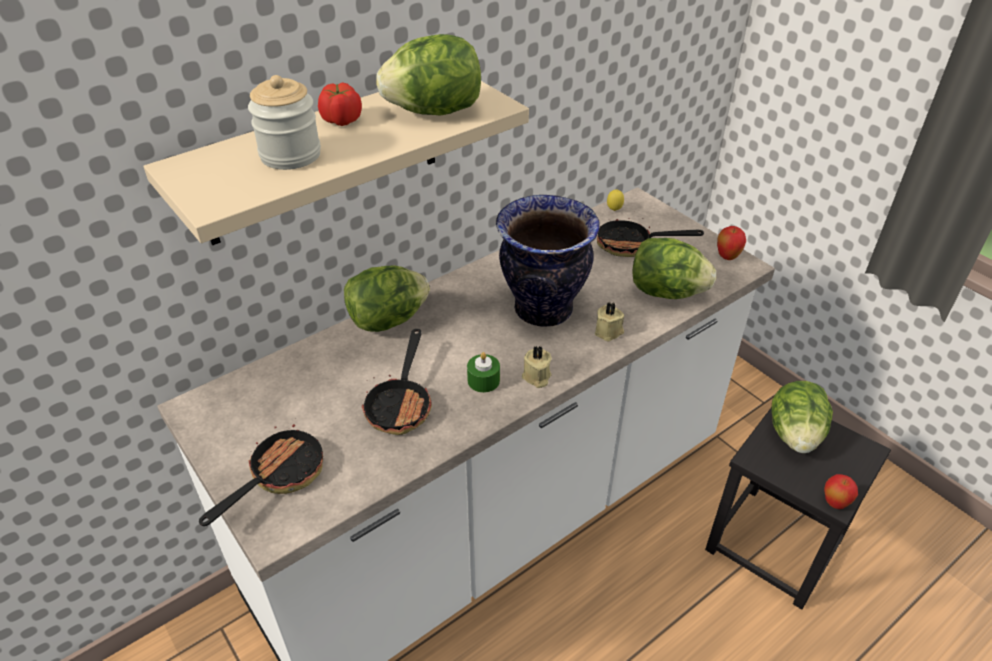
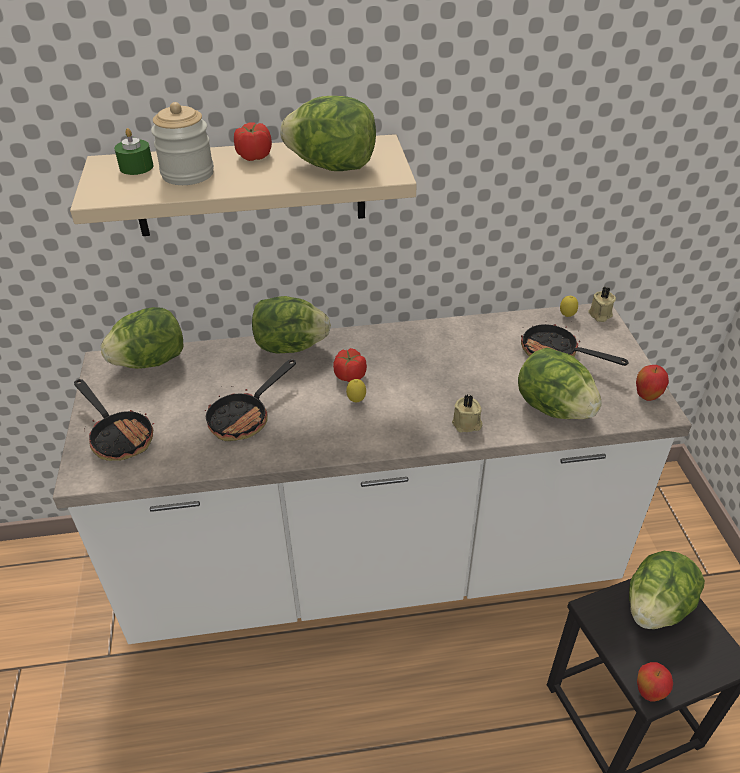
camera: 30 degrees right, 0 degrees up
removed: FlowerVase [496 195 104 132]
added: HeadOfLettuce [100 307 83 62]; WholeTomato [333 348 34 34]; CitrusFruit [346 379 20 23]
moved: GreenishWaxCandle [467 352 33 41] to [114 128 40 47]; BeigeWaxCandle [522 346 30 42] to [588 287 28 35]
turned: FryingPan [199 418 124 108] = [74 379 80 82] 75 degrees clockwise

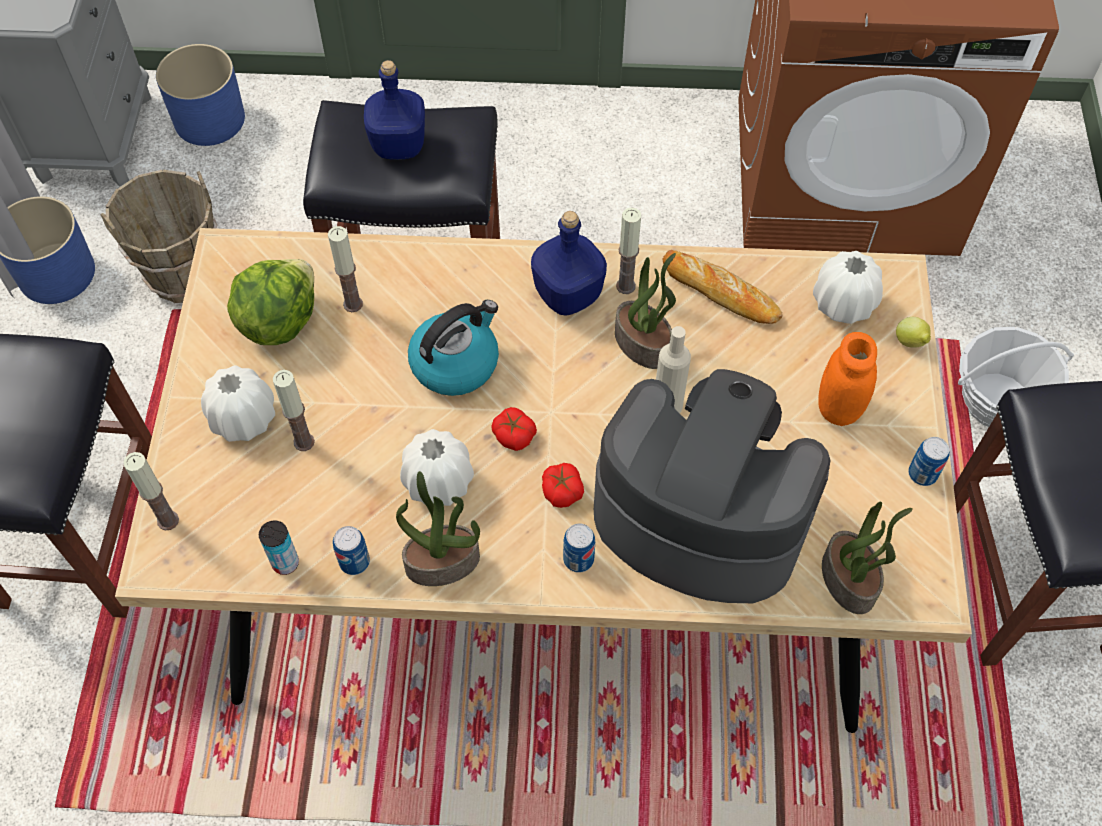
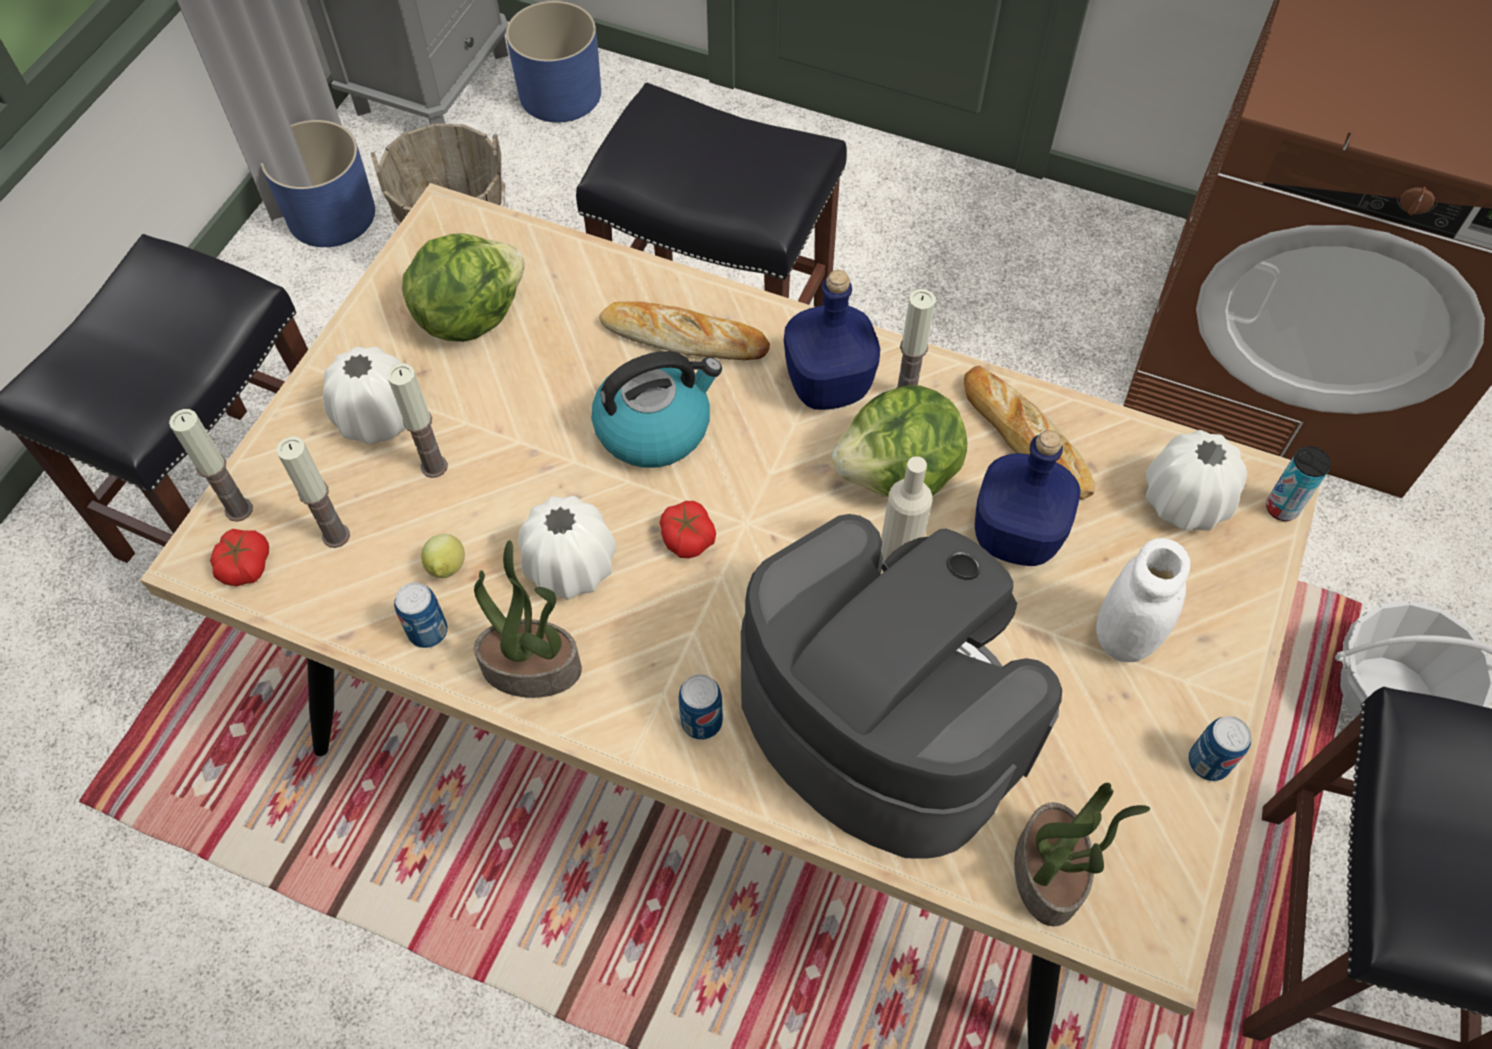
camera: 20 degrees right, 0 degrees up
added: BakedBread [599 302 171 58]
moved: MetalCan [259 520 40 55] to [1266 446 65 75]; WaxCandle [328 226 35 86] to [276 436 74 112]; BlueDrinkBottle [364 60 61 100] to [975 430 106 136]; WholeTomato [542 463 42 45] to [210 529 59 57]; CitrusFruit [896 317 35 31] to [421 534 44 44]
replaced: PlantInAPot [615 253 61 116] to HeadOfLettuce [832 385 136 112]
recoloured: OrangeStorageJar [818 332 59 94] to WhiteColouredStorageJar [1096 538 94 124]

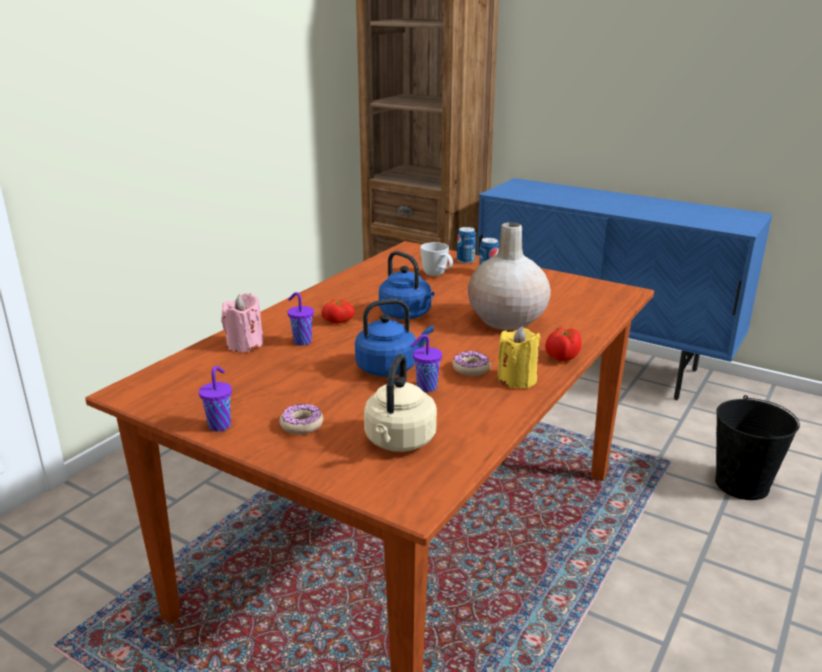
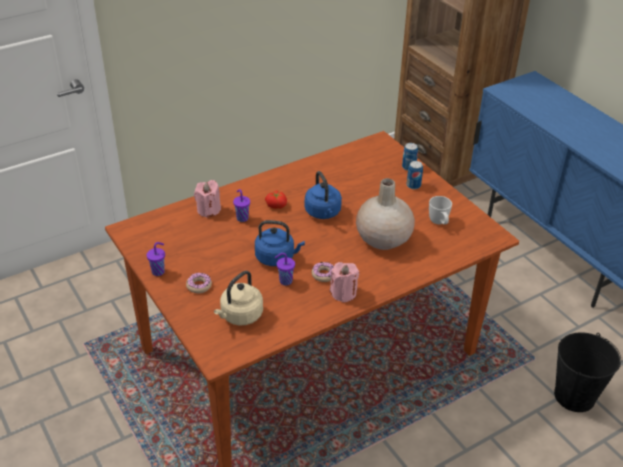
camera: 25 degrees right, 15 degrees up
removed: WholeTomato [545 327 37 34]
moved: WhiteColouredCoffeeMug [420 242 33 34] to [429 196 23 28]
recoloured: YellowColouredWaxCandle [497 326 44 62] to PinkColouredWaxCandle [330 262 29 41]

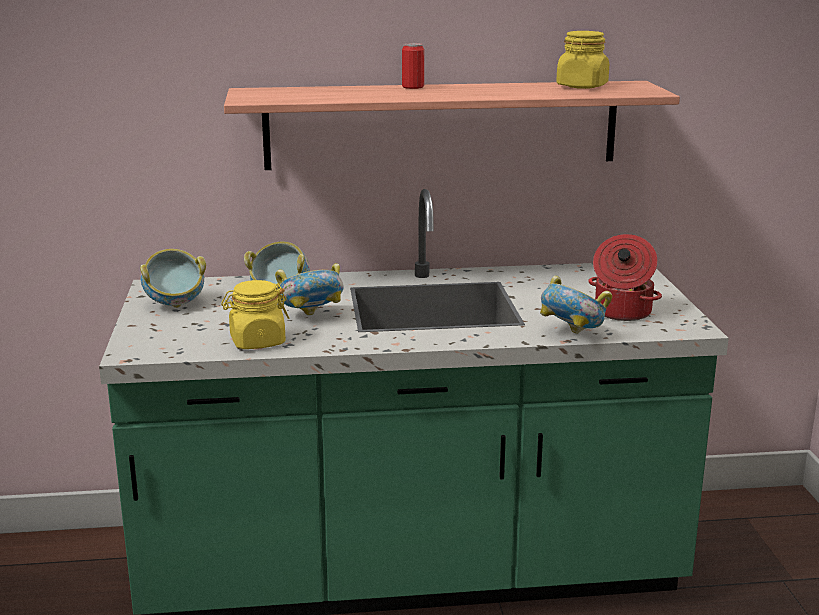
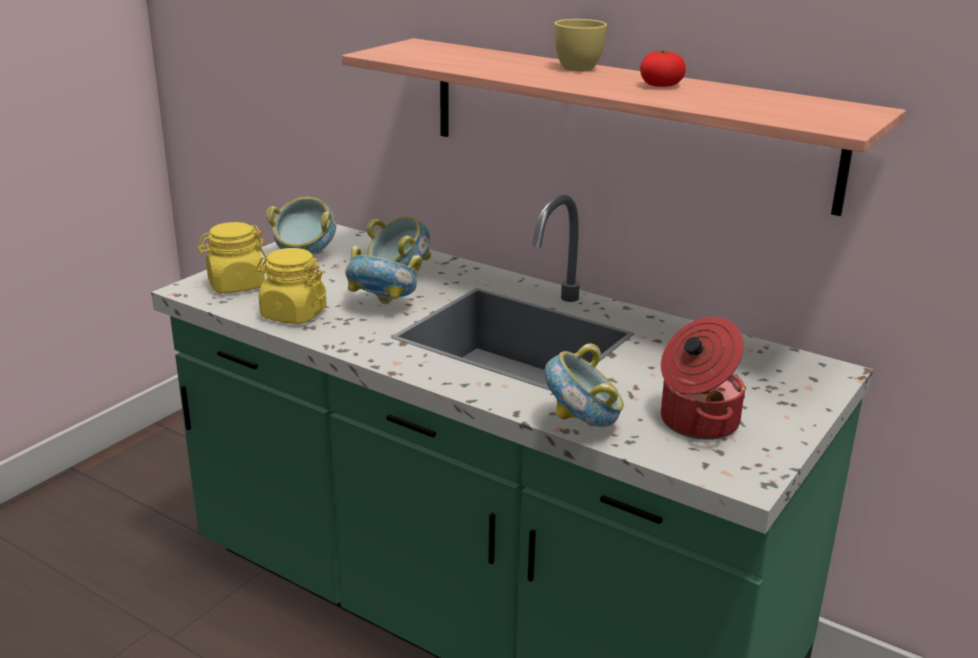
camera: 40 degrees right, 5 degrees up
added: WholeTomato [640 51 46 36]
moved: YellowColouredStorageJar [556 31 53 58] to [197 222 69 71]
replaced: MetalCan [402 43 22 46] to YellowColouredCup [554 19 53 52]

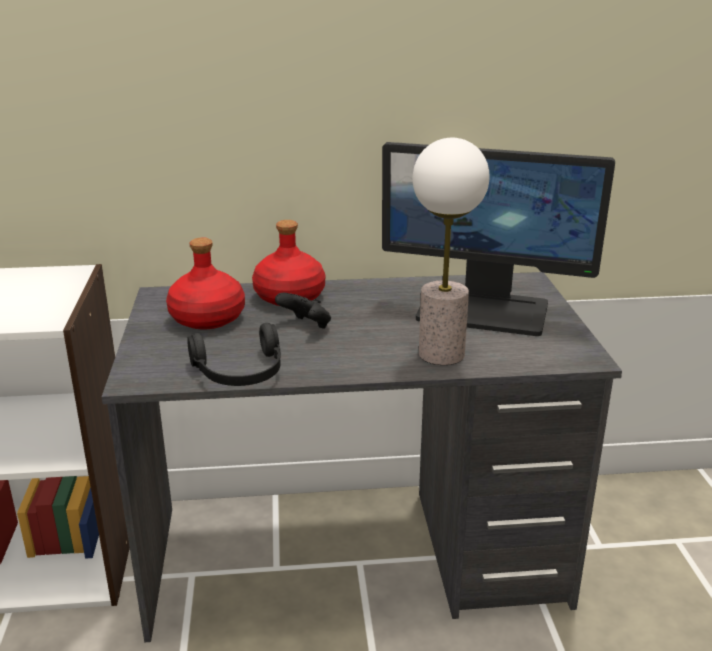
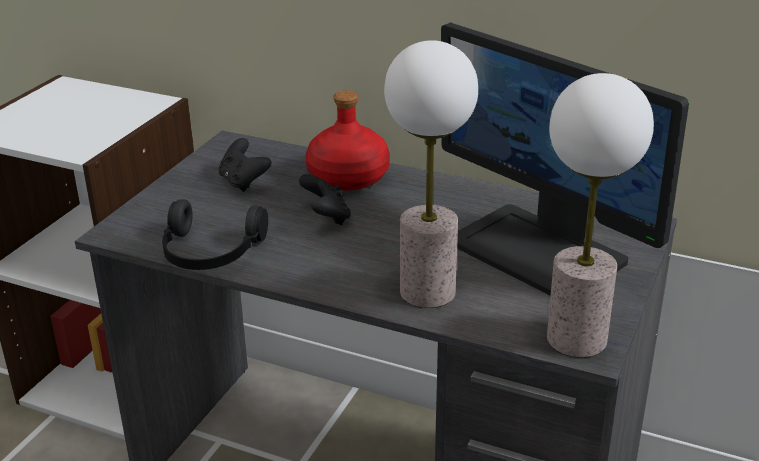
camera: 30 degrees right, 5 degrees up
added: LampForATable [547 73 107 285]
replaced: RedDrinkBottle [166 237 79 92] to BlackishGamepad [219 138 52 54]

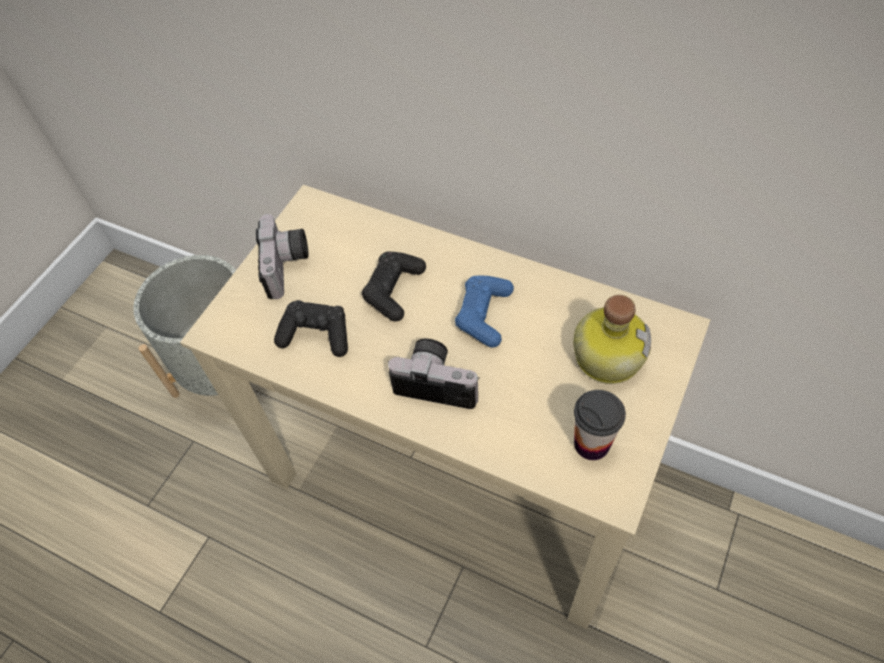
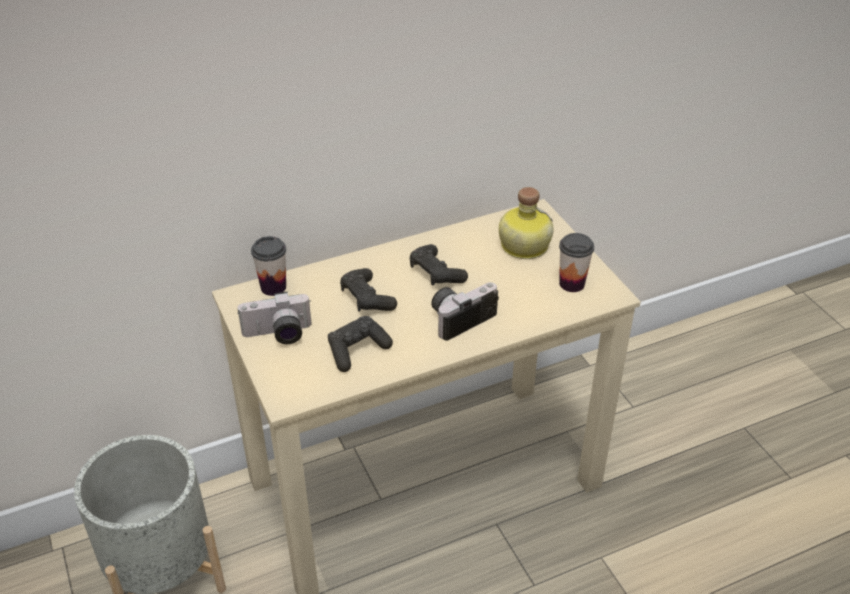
camera: 55 degrees left, 15 degrees down
added: Cup [251 236 35 60]
recoloured: BlueGamepad [455 276 59 72] to BlackishGamepad [410 244 58 42]
turned: StillCamera [256 214 52 85] = [237 292 74 52] 135 degrees clockwise

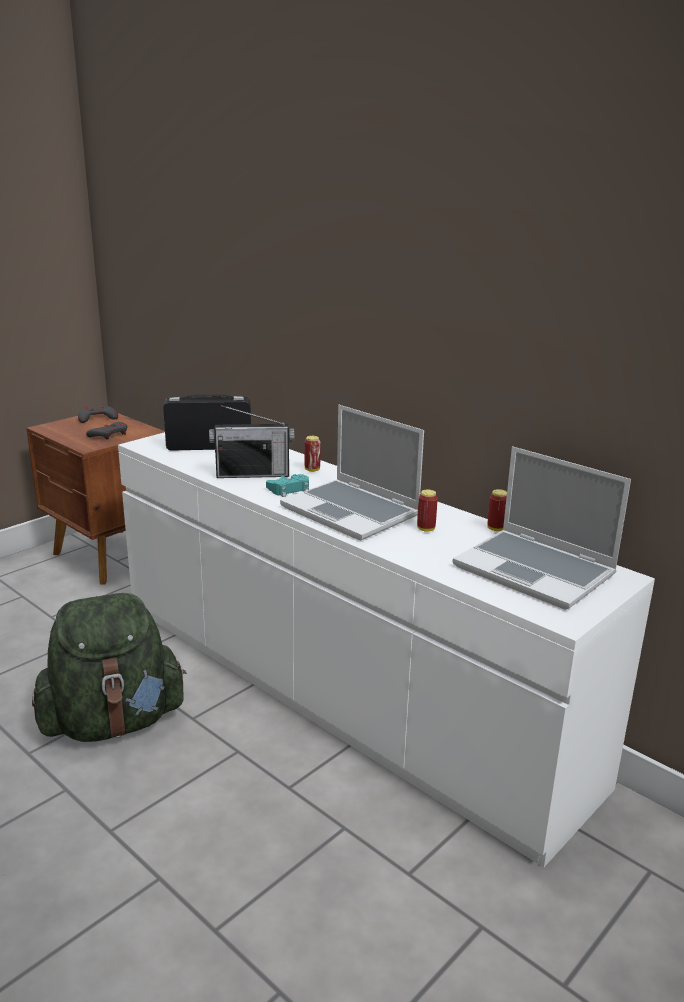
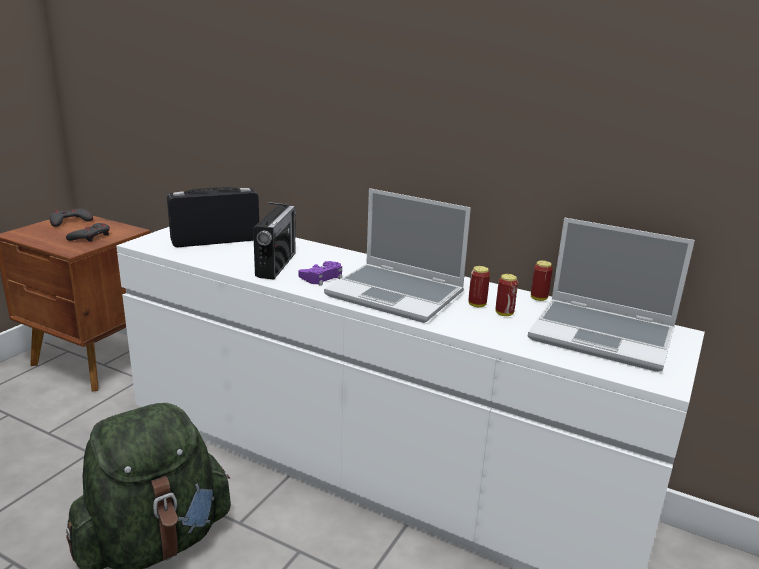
camera: 15 degrees left, 0 degrees up
moved: MetalCan [305 436 16 36] to [495 274 23 42]
recoloured: TurquoiseGamepad [266 474 43 23] to PurpleGamepad [299 261 43 25]
turned: RadioSet [209 405 85 73] = [253 202 43 78] 60 degrees counterclockwise

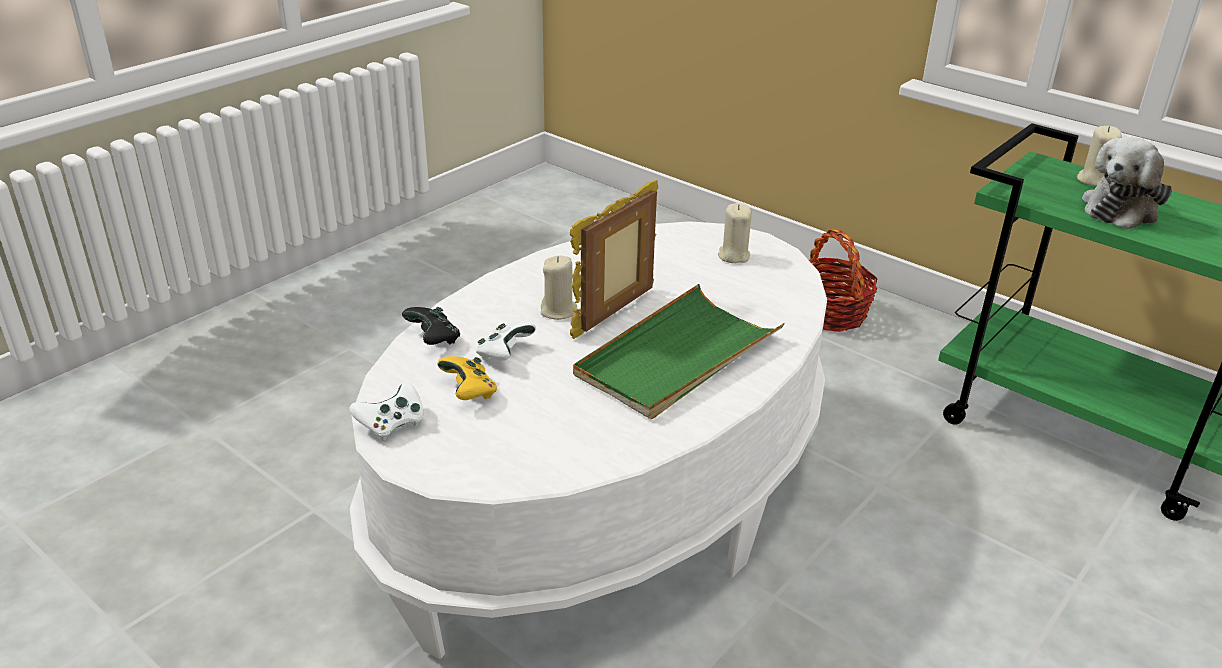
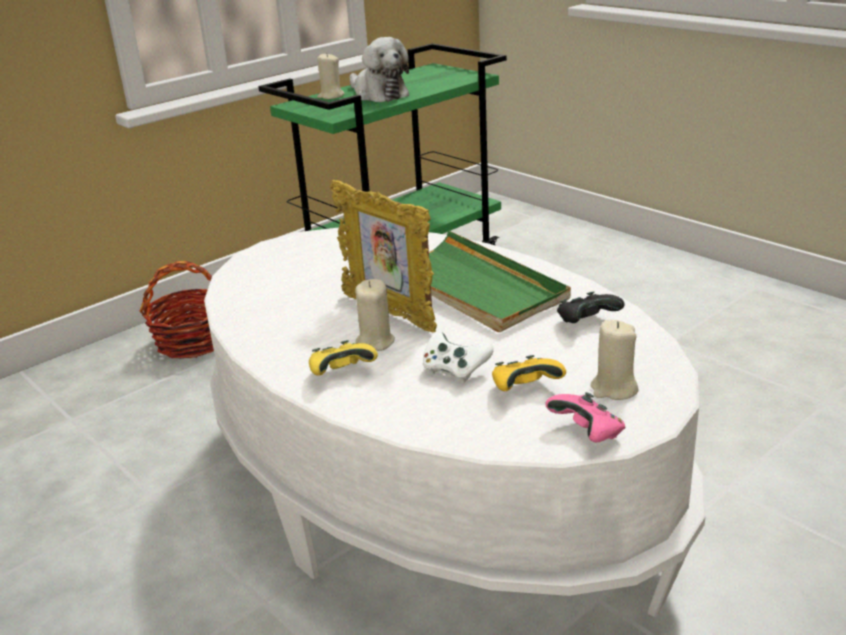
camera: 80 degrees left, 5 degrees down
added: YellowColouredGamepad [309 340 69 36]
moved: BlackishGamepad [402 307 58 38] to [557 291 68 32]; BeigeWaxCandle [718 203 34 60] to [590 320 48 80]
recoloured: WhiteColouredGamepad [349 382 75 59] to PinkColouredGamepad [545 392 80 50]

